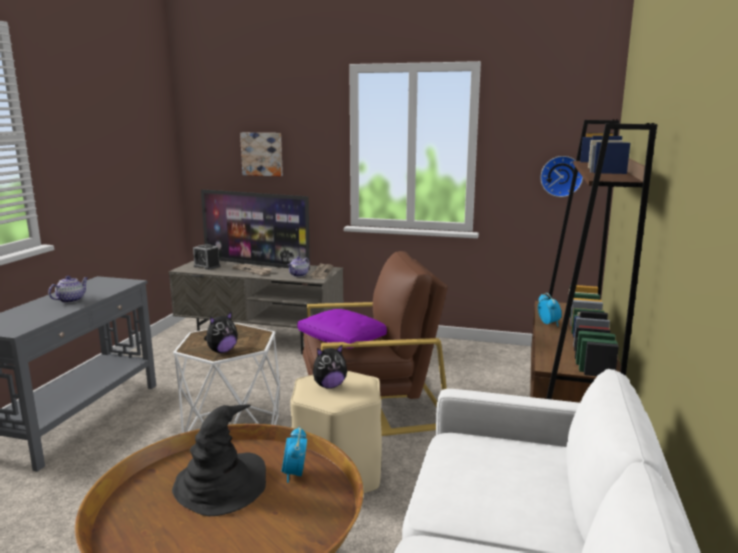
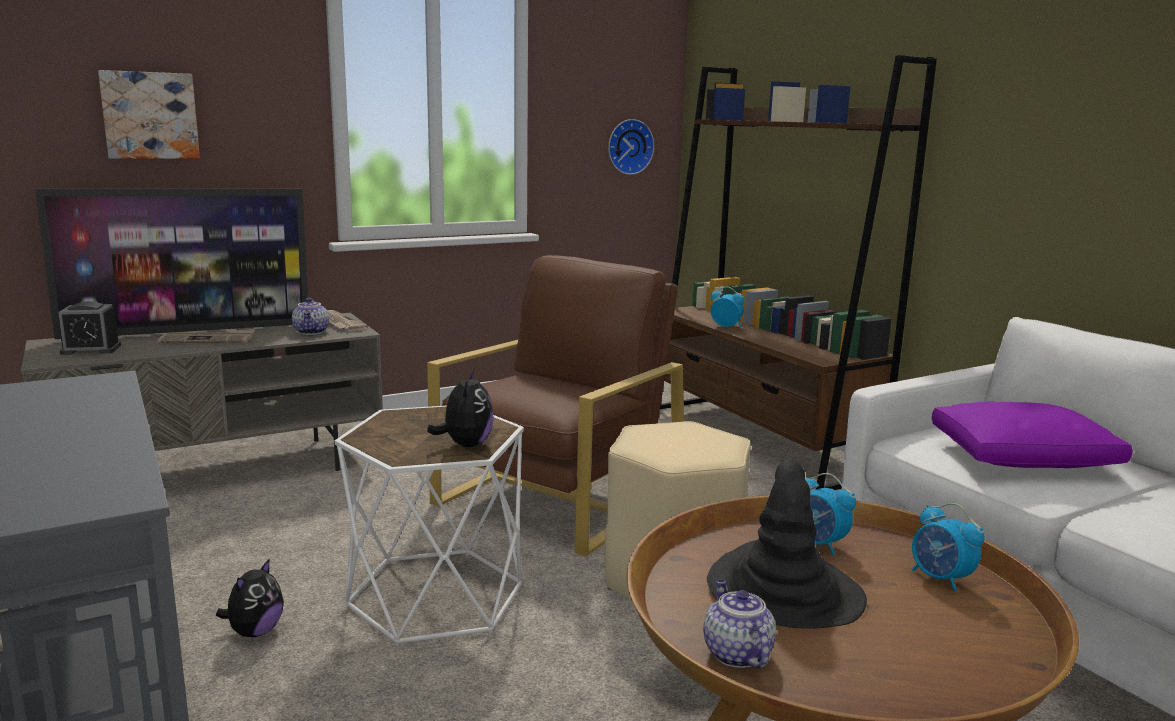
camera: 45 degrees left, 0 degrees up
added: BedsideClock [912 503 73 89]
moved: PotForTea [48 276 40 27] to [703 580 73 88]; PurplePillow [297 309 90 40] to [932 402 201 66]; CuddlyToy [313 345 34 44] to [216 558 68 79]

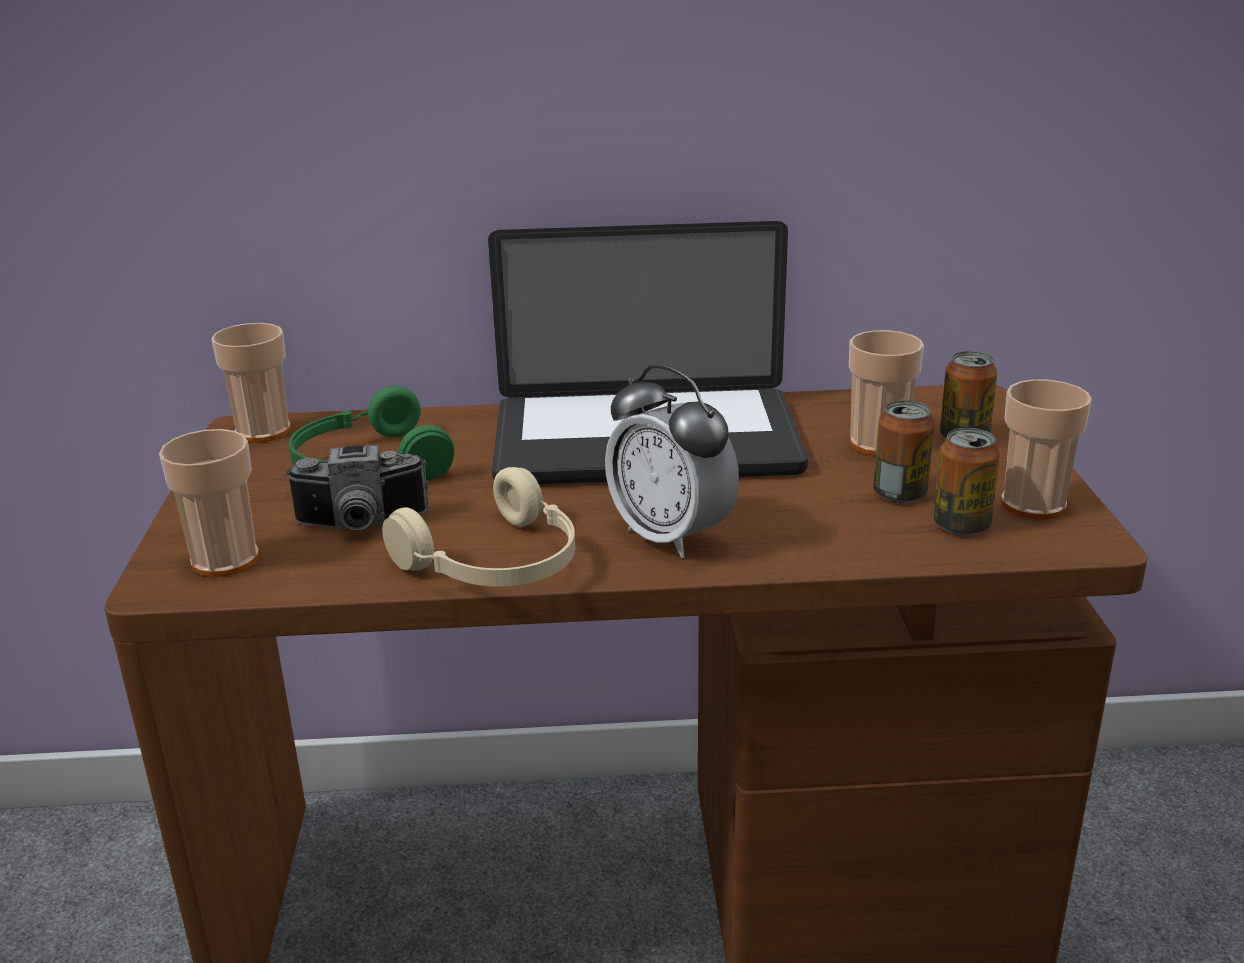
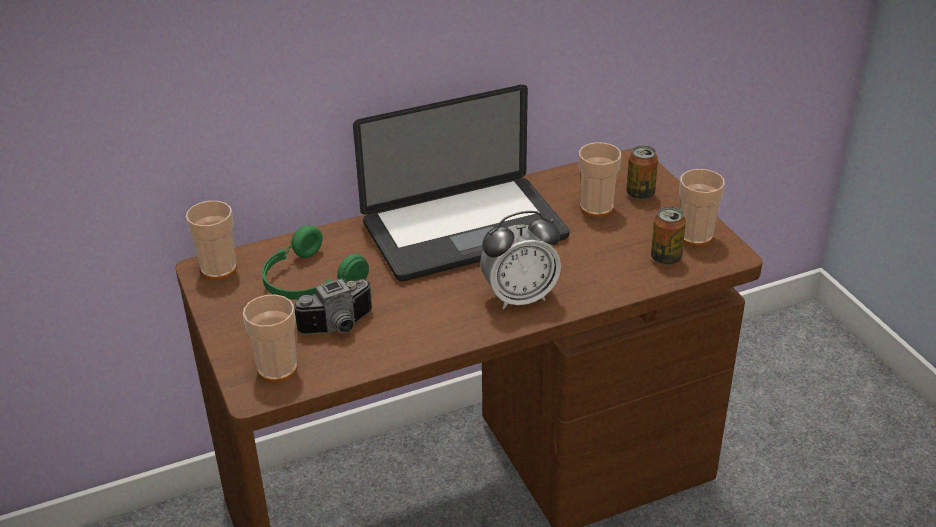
camera: 20 degrees left, 10 degrees up
removed: BeigePairOfHeadphones [382 467 193 120]; MetalCan [873 400 62 103]
turned: BedsideClock [605 364 134 194] = [480 211 81 98] 45 degrees counterclockwise

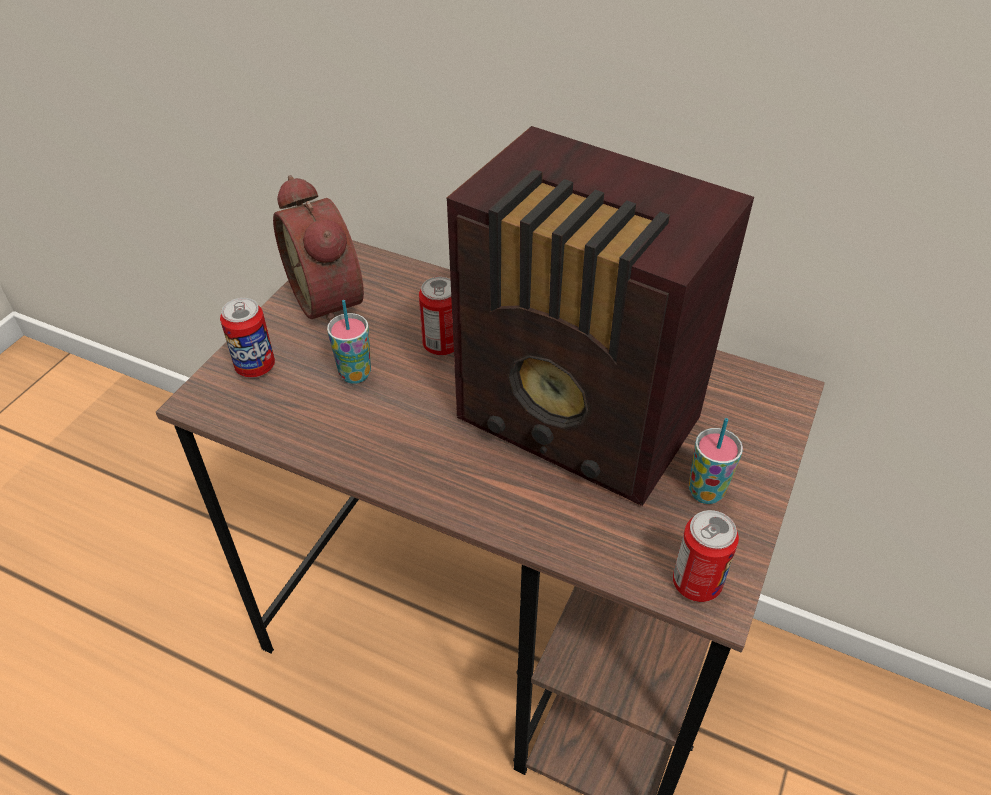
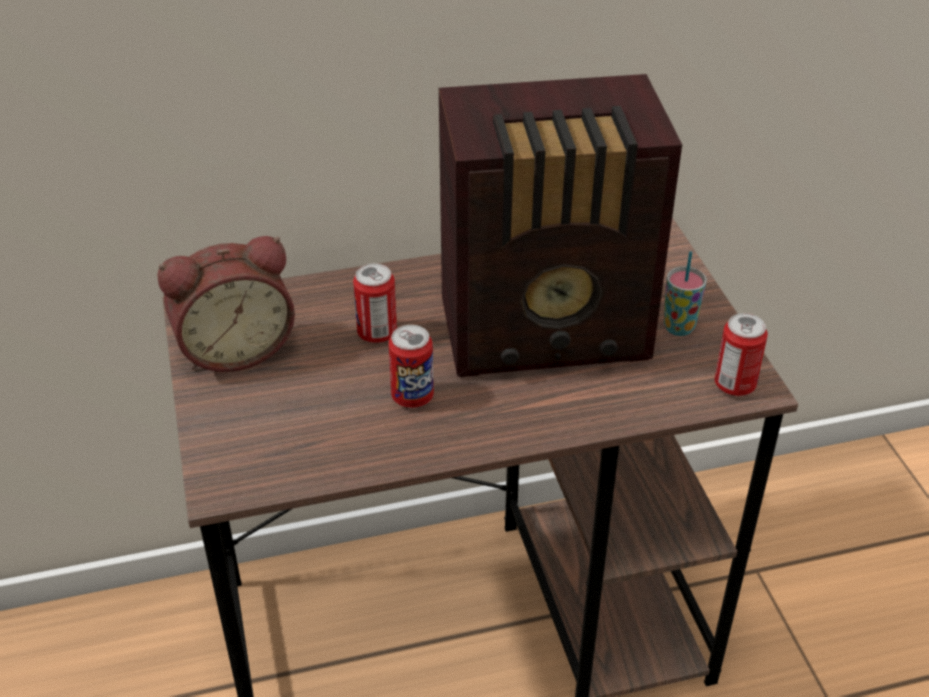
camera: 40 degrees left, 5 degrees down
removed: Cup [327 300 44 84]
moved: MetalCan [220 298 55 80] to [389 325 45 83]
turned: BedsideClock [273 175 91 147] = [157 236 138 136] 45 degrees counterclockwise

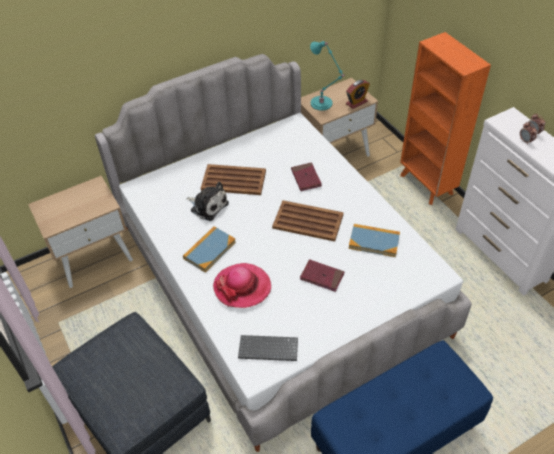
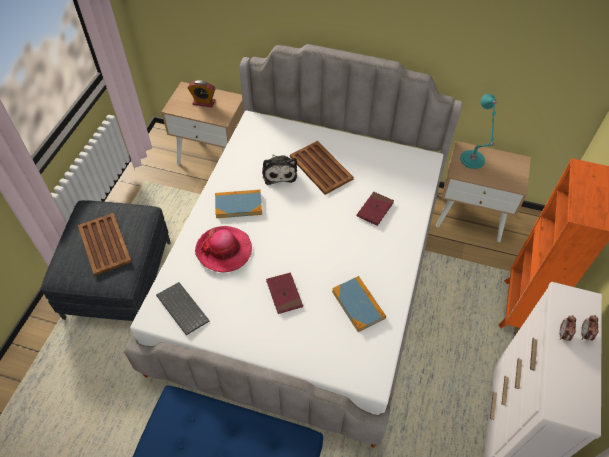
camera: 45 degrees right, 5 degrees up
moved: BrownTray [272 200 72 41] to [78 213 54 63]; BedsideClock [346 80 24 29] to [188 80 27 27]

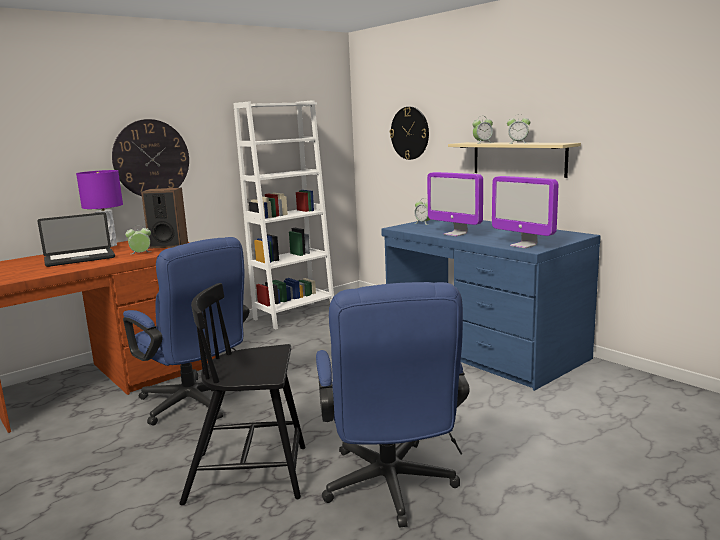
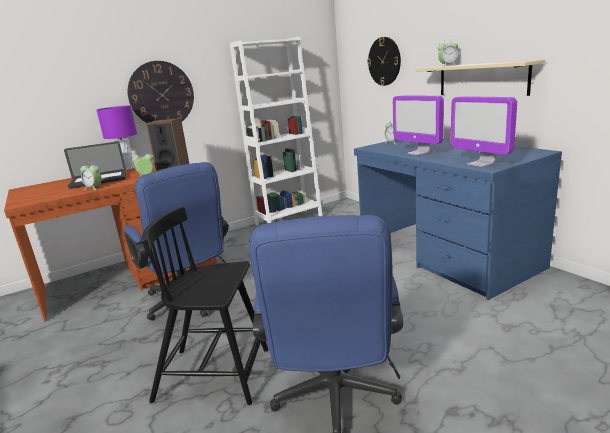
camera: 10 degrees right, 5 degrees up
moved: BedsideClock [507 114 23 30] to [80 162 22 28]

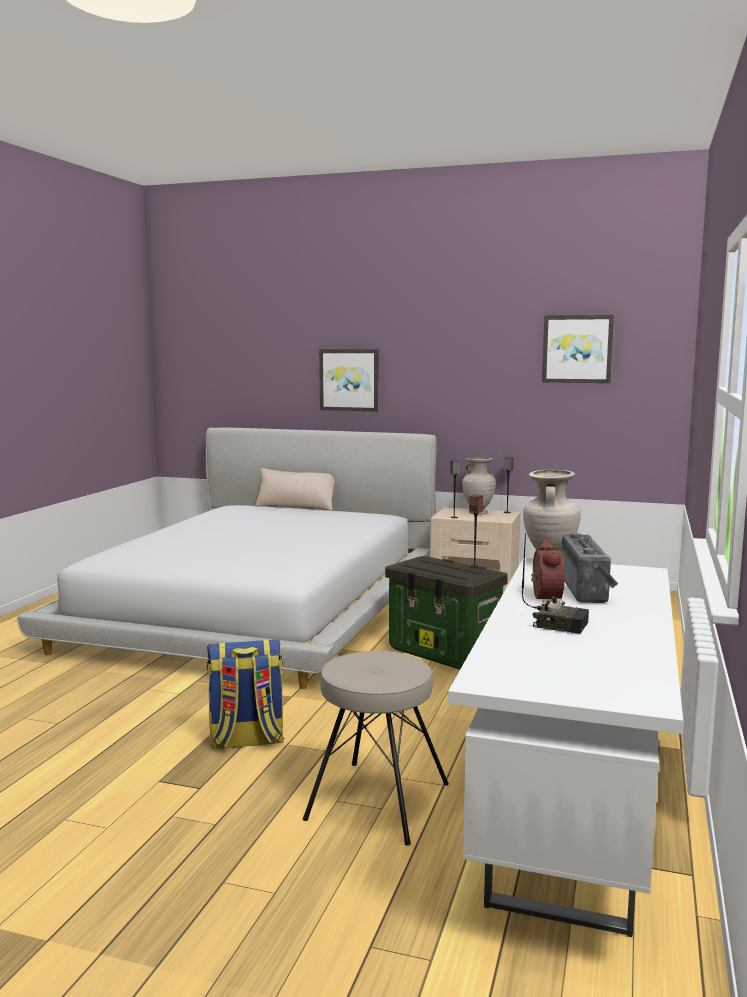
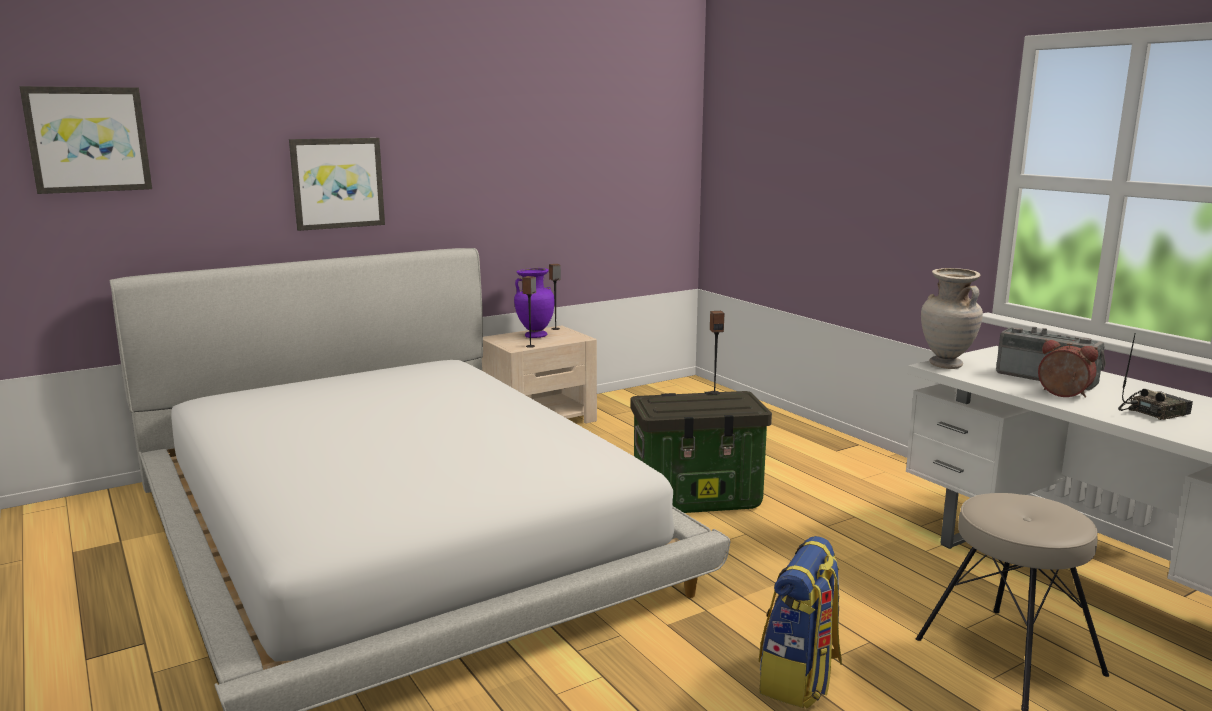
camera: 50 degrees left, 5 degrees up
removed: BeigePillow [255 468 80 43]
moved: WallPicture [542 315 72 68] to [19 86 133 108]
recoloured: BeigeFlowerVase [462 458 34 57] to PurpleFlowerVase [514 268 41 70]

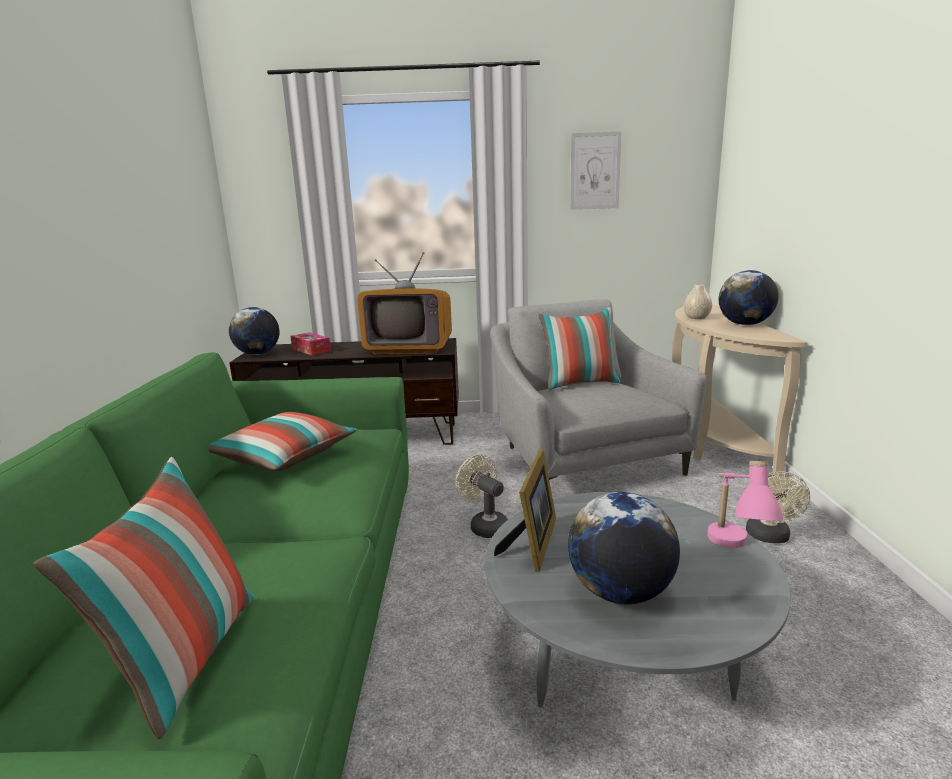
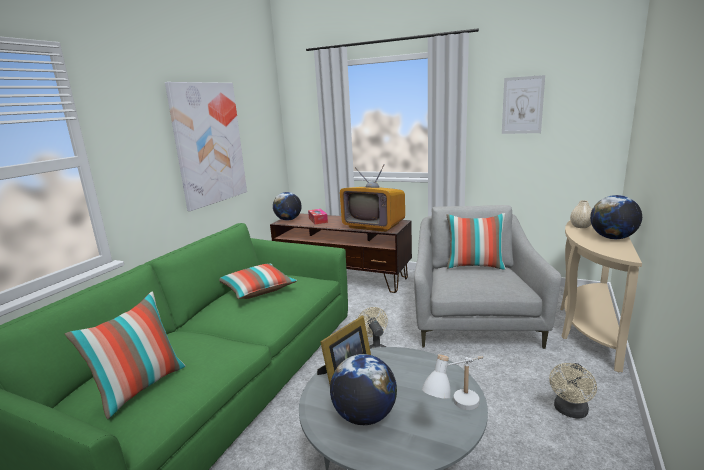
camera: 25 degrees right, 0 degrees up
added: WallPicture [165 82 82 129]
recoloured: PinkColouredLampForATable [707 461 76 87] to WhiteColouredLampForATable [422 354 62 56]

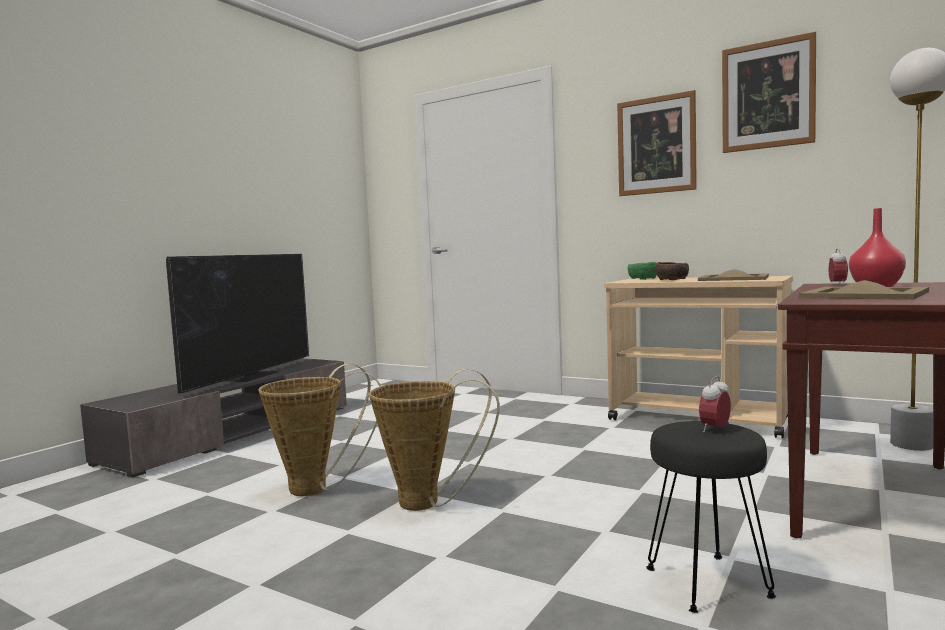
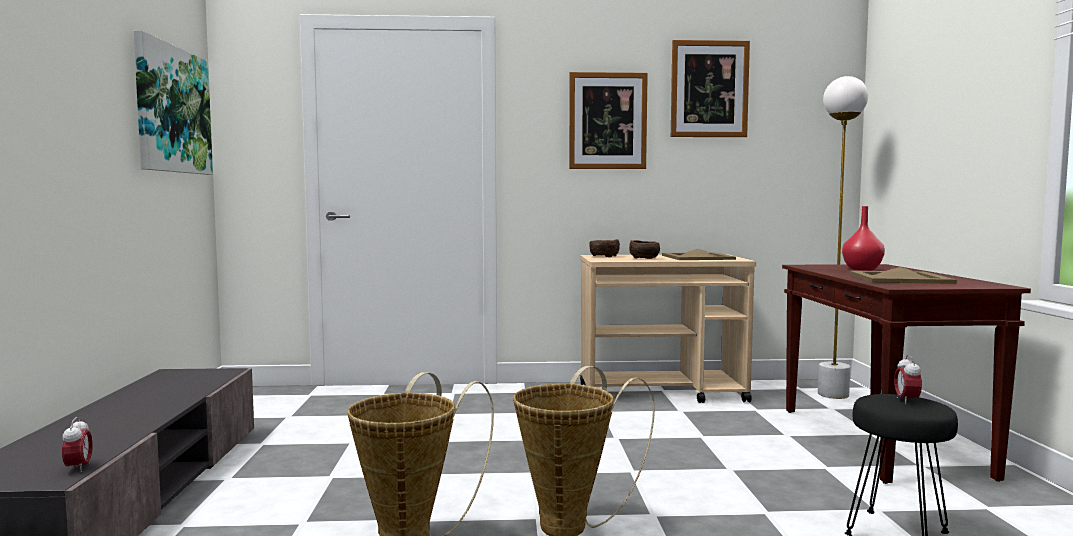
camera: 35 degrees left, 0 degrees up
removed: Tv [166 254 143 140]
added: WallPicture [134 30 79 145]
moved: BedsideClock [829 249 19 36] to [62 417 31 55]
recoloured: GreenishDeepDish [628 262 29 18] to BrownDeepDish [589 239 31 18]

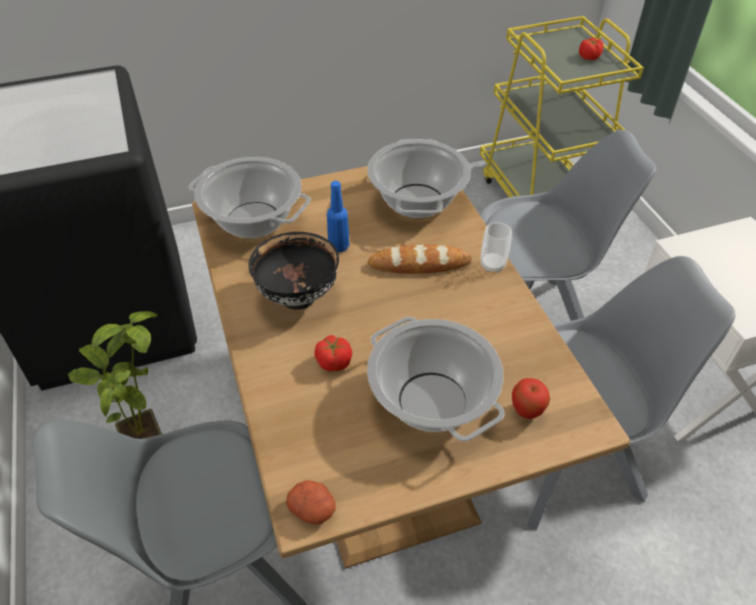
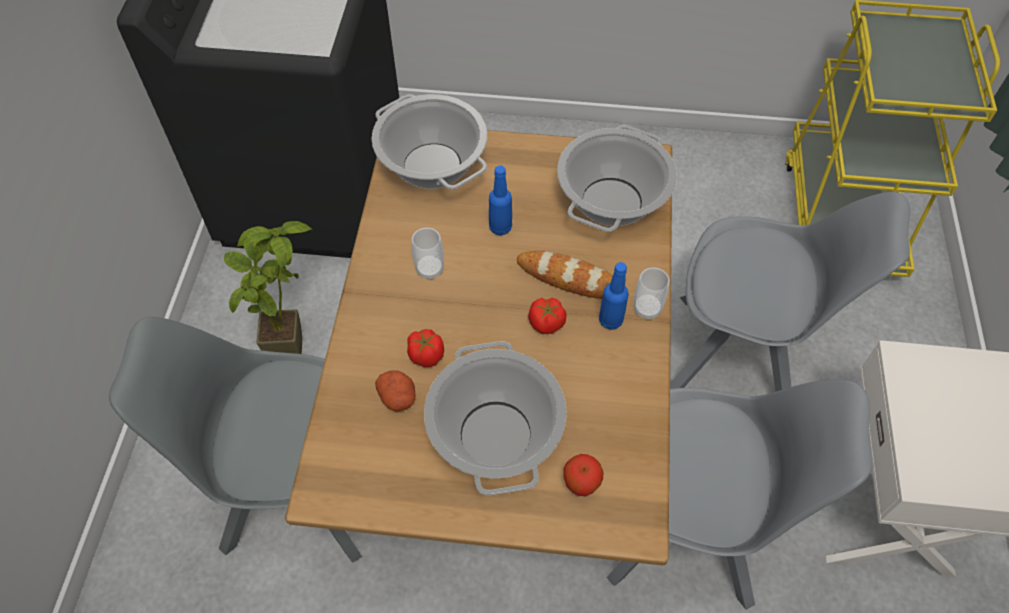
camera: 25 degrees right, 10 degrees up
added: BlueDrinkBottle [599 262 30 68]
moved: WholePotato [286 480 50 45] to [375 370 41 42]; WholeTomato [579 38 24 22] to [528 298 39 36]
replaced: BlackishDeepDish [249 232 90 78] to Cup [411 228 33 52]

